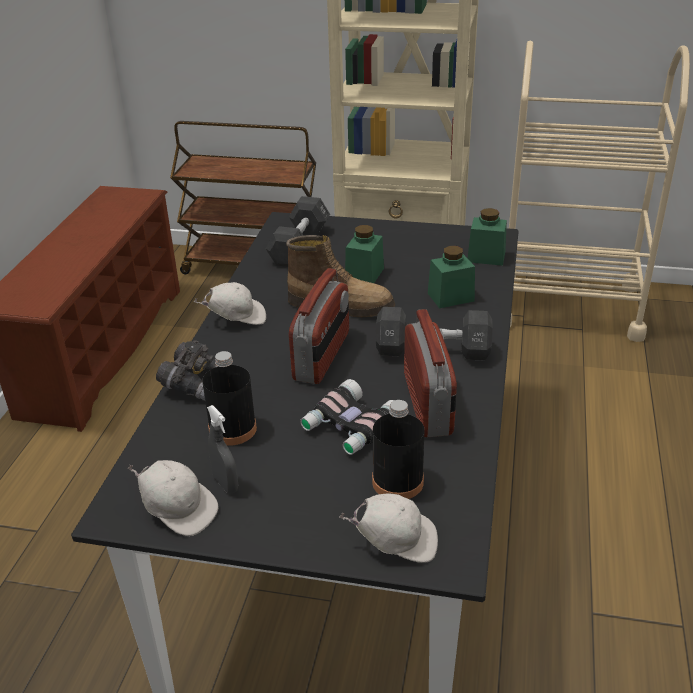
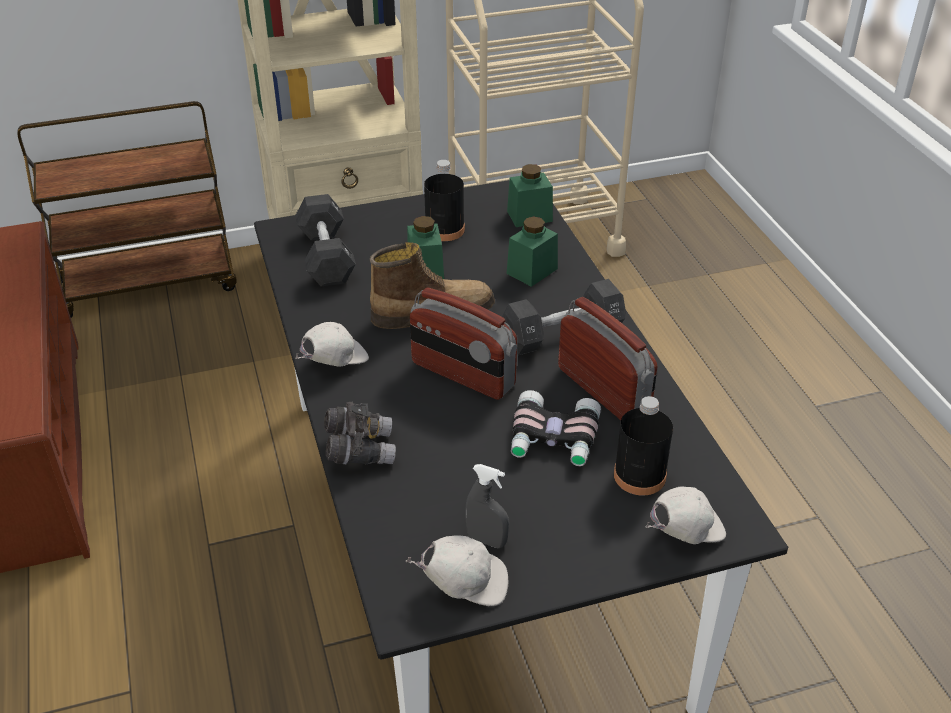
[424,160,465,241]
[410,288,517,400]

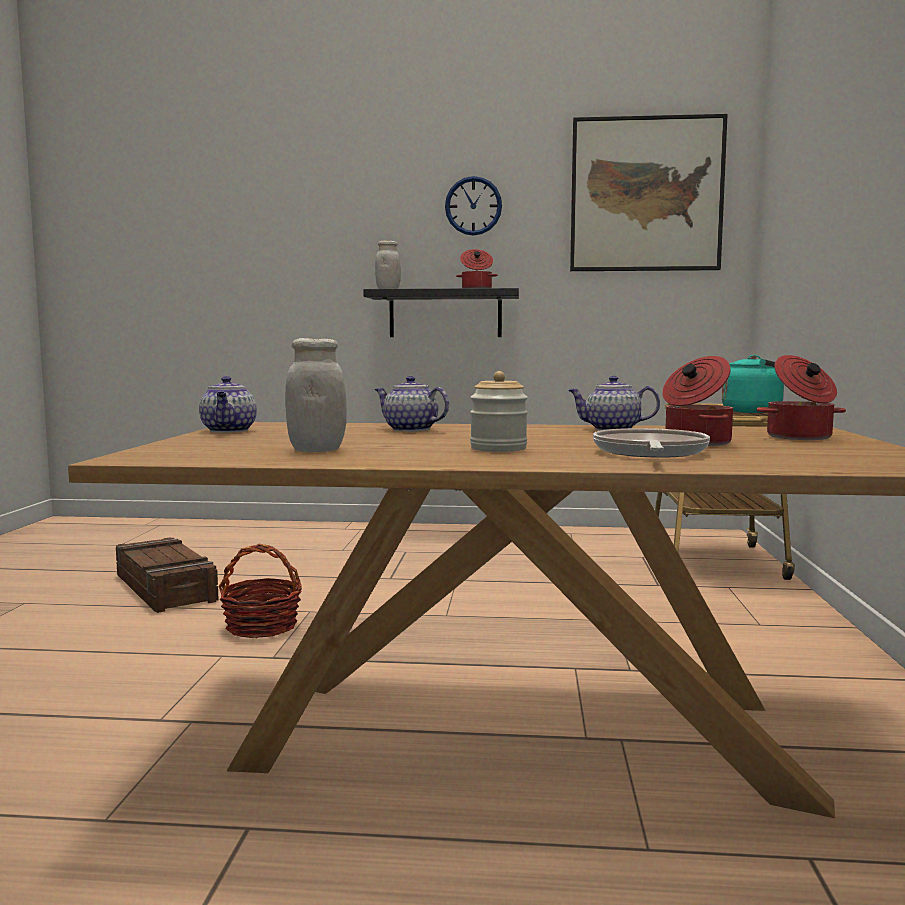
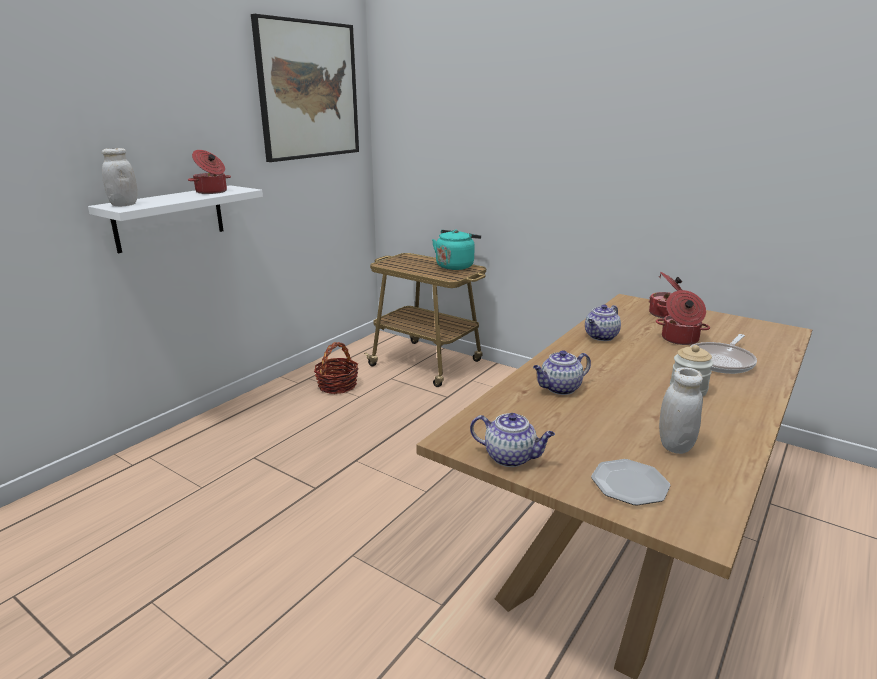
[116,537,219,613] (first image)
[314,342,359,394]
[88,185,263,253]
[445,176,502,236] (first image)
[690,334,757,374]
[591,459,671,505]

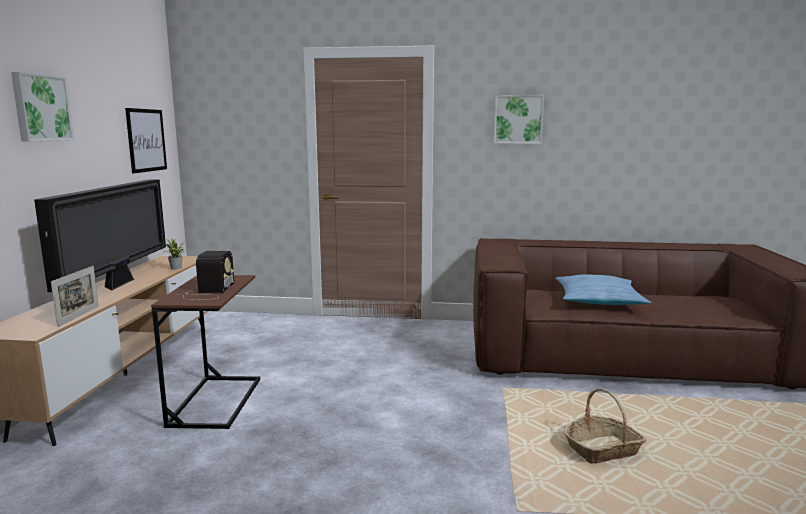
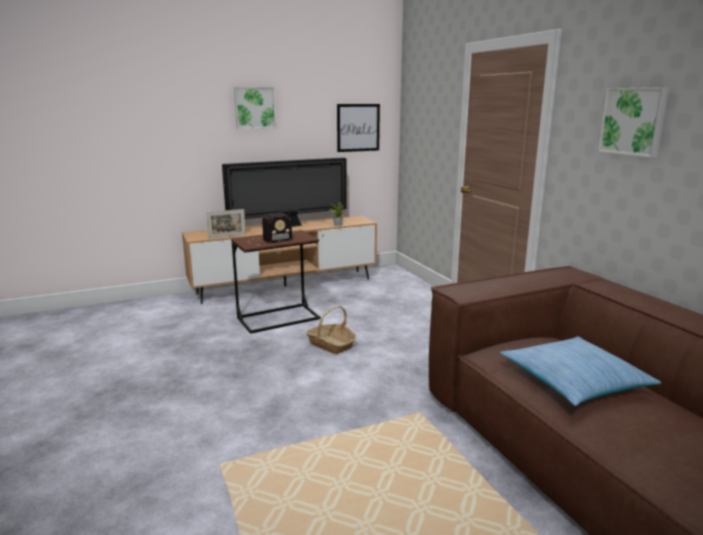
[306,306,356,354]

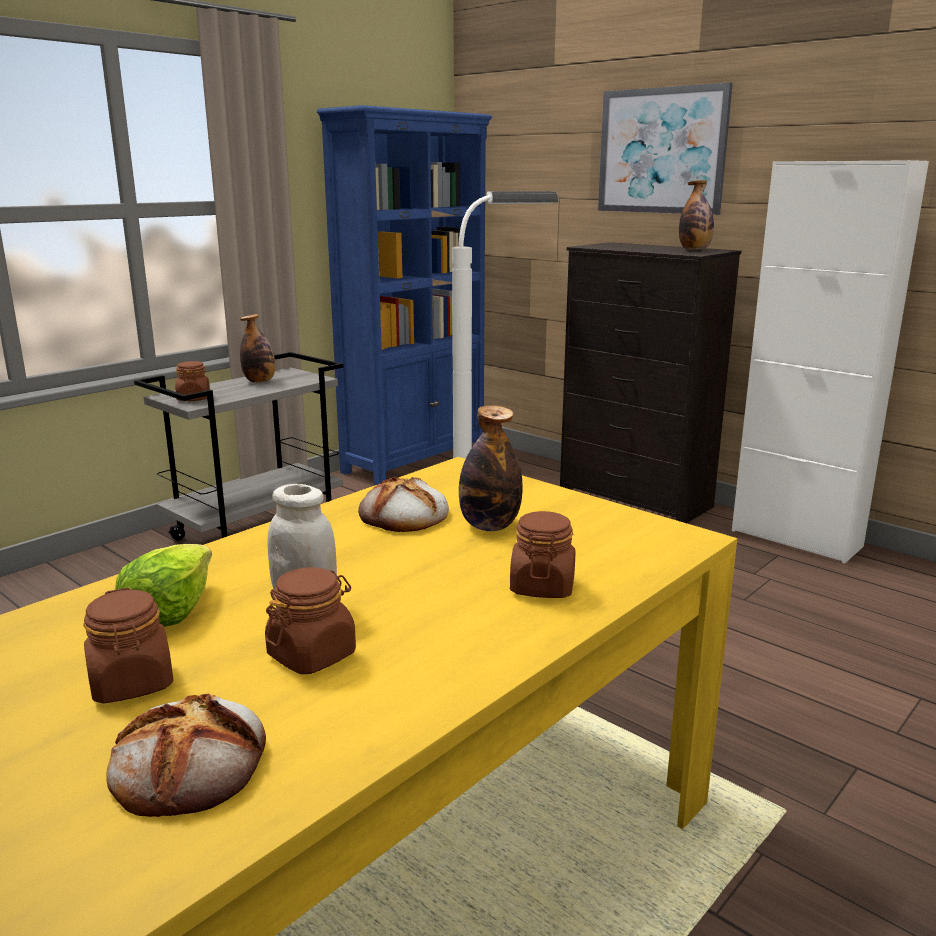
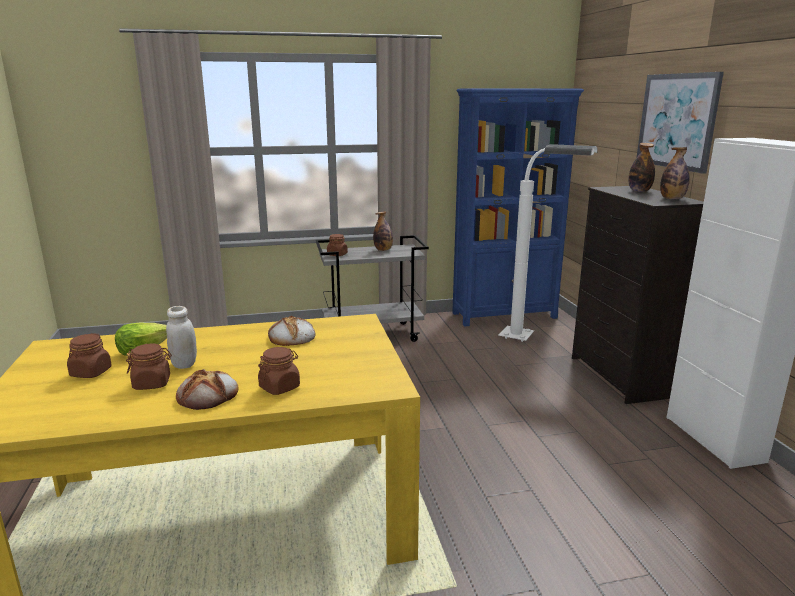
[176,369,238,410]
[629,143,655,192]

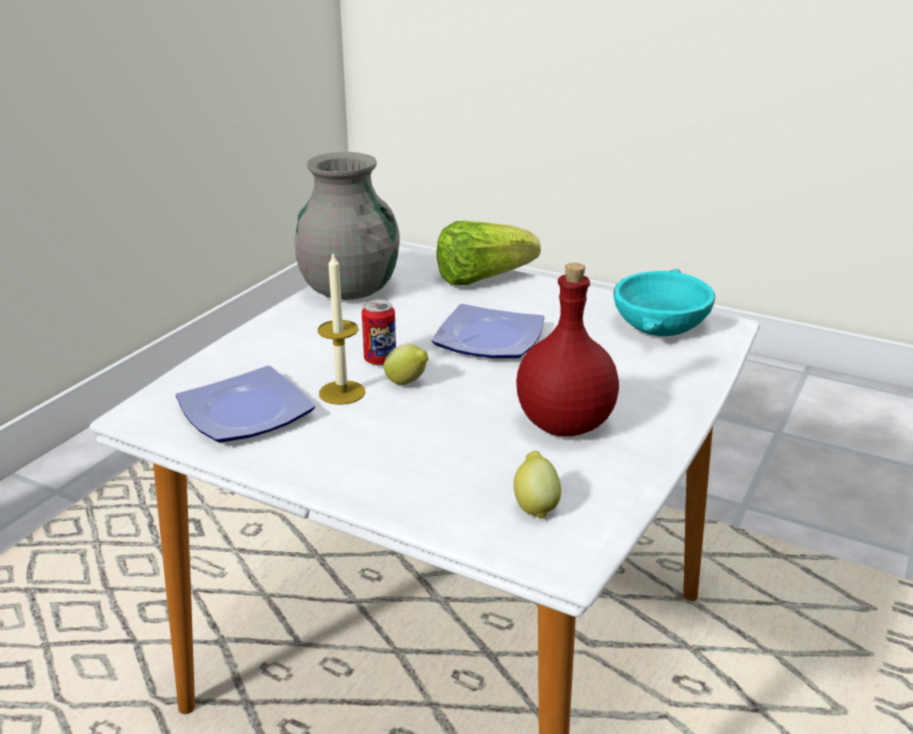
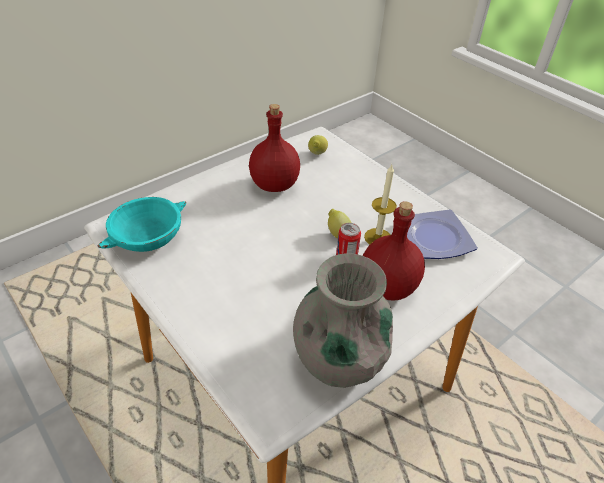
[432,304,544,358] (first image)
[436,221,541,285] (first image)
[363,201,425,301]

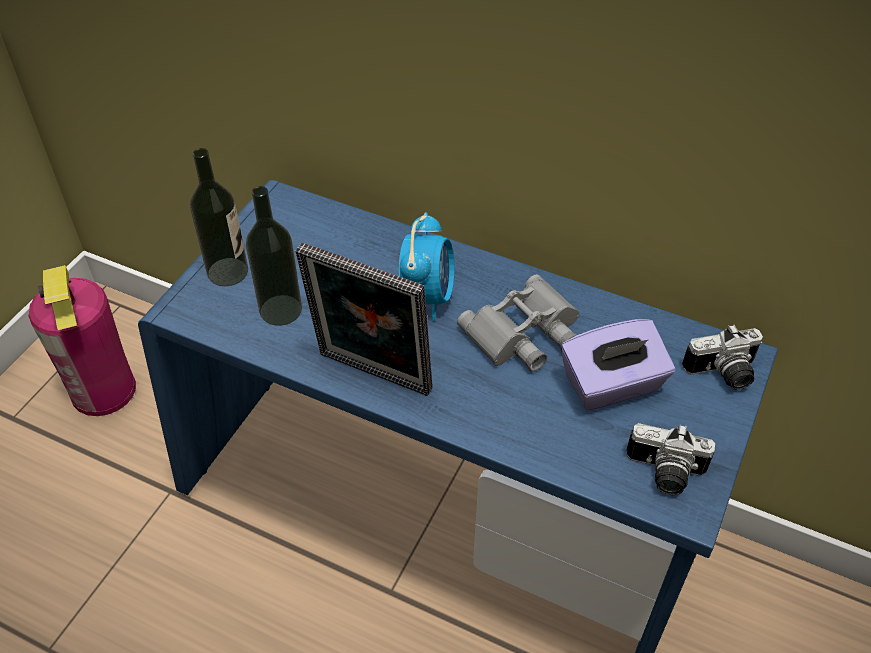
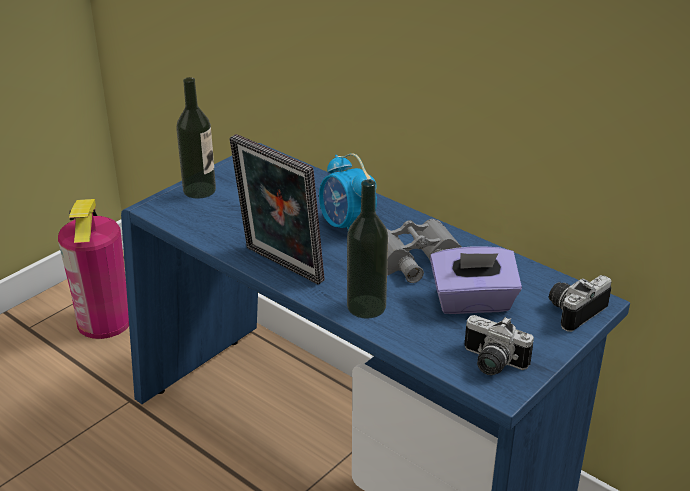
[347,179,388,319]
[319,153,377,230]
[549,275,612,332]

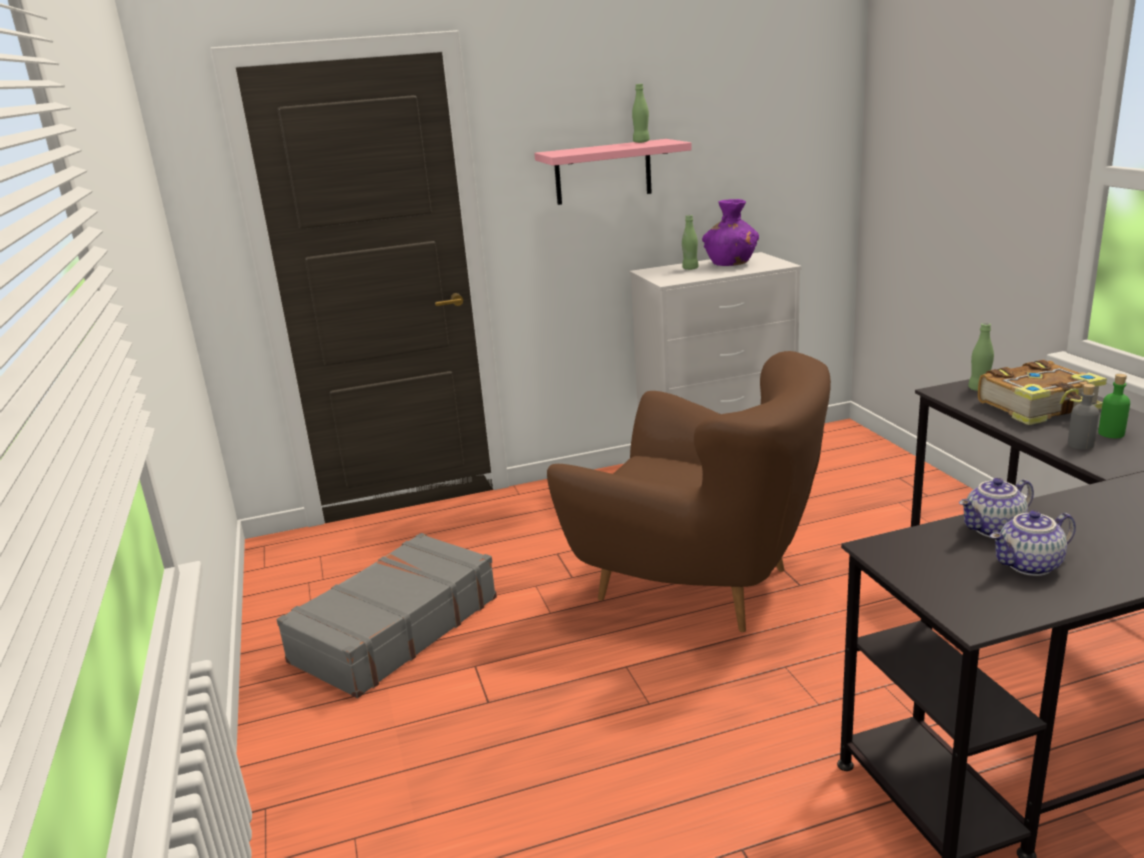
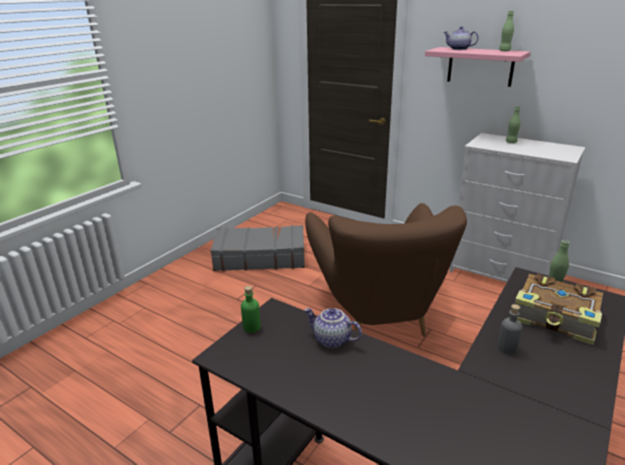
[702,199,759,266] (first image)
[444,27,479,50]
[241,286,261,333]

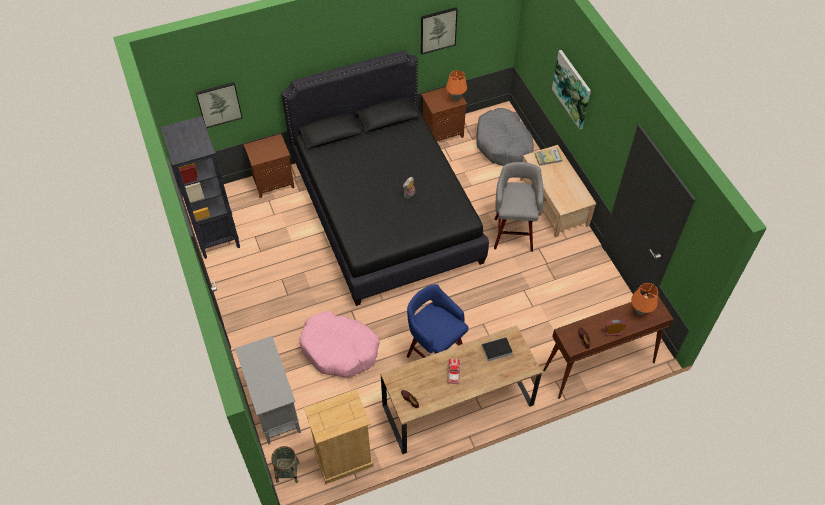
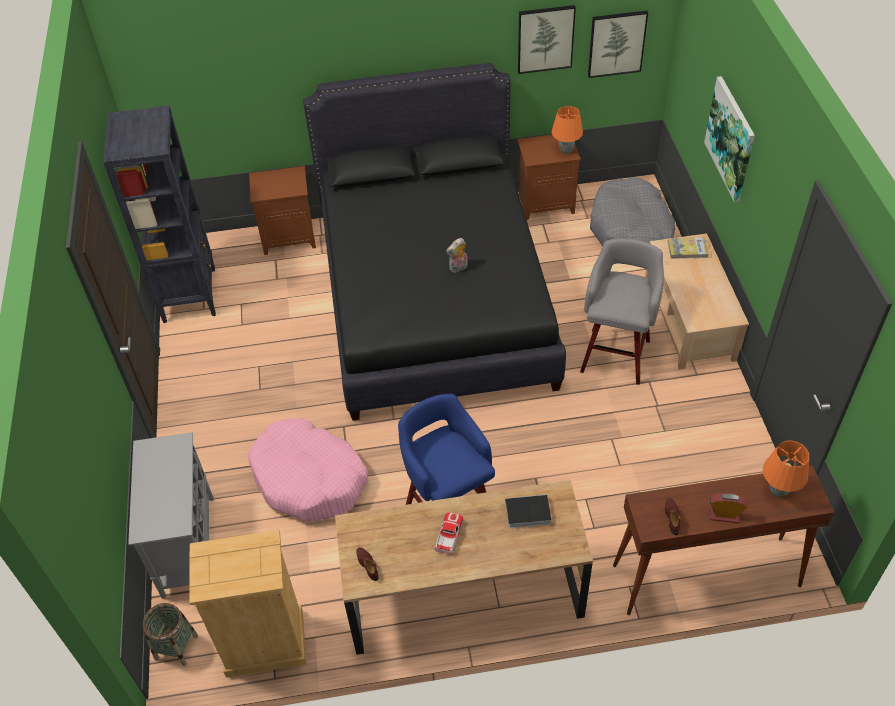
[588,11,648,78]

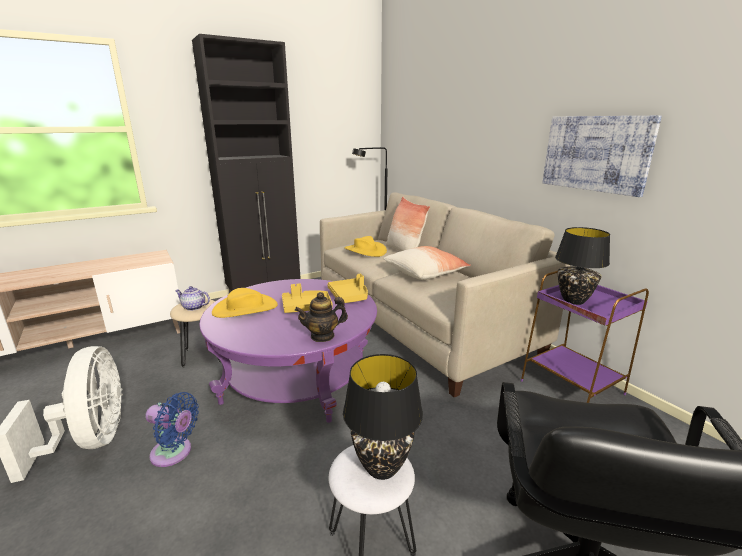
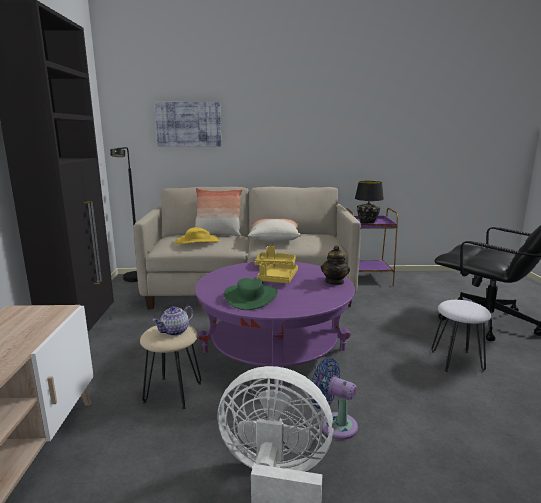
[310,358,358,440]
[224,278,278,310]
[343,354,423,480] (first image)
[155,102,221,147]

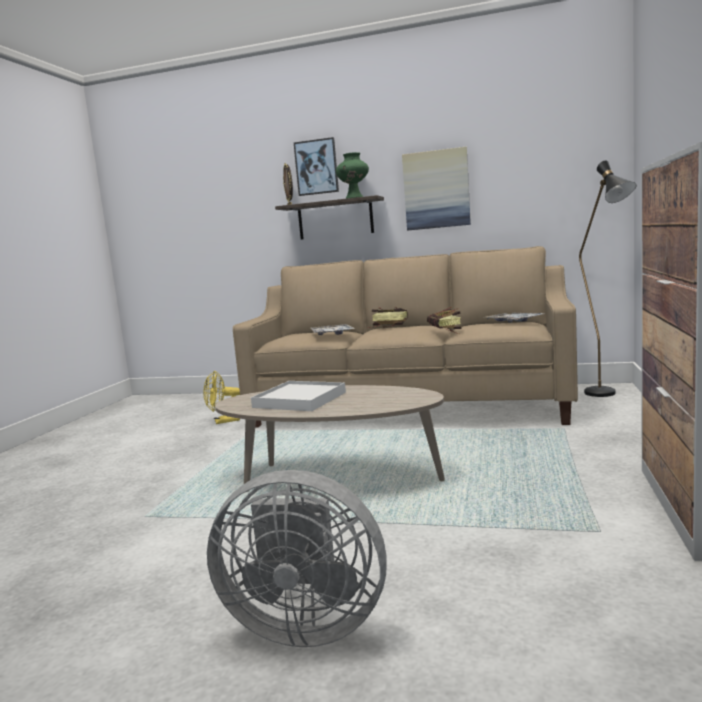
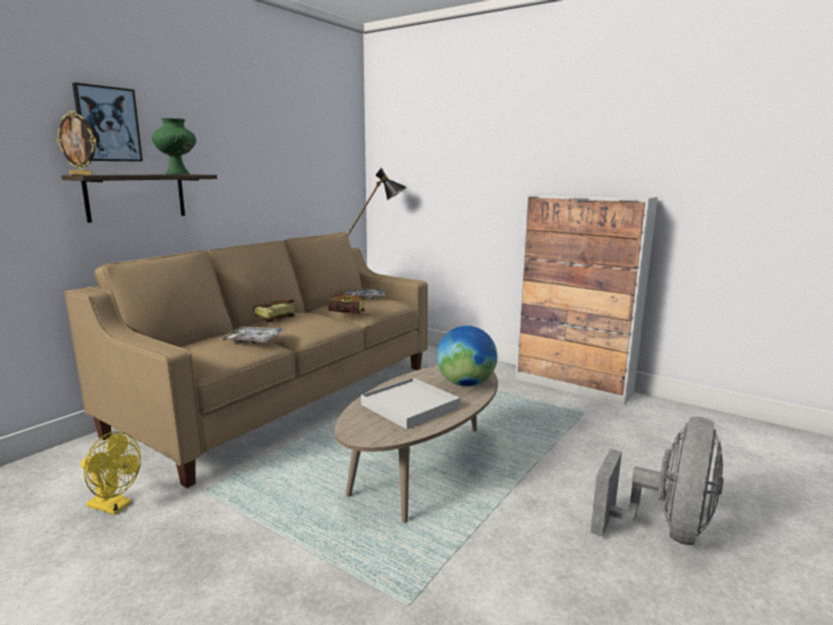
[81,431,141,515]
[402,147,471,230] (first image)
[436,326,497,387]

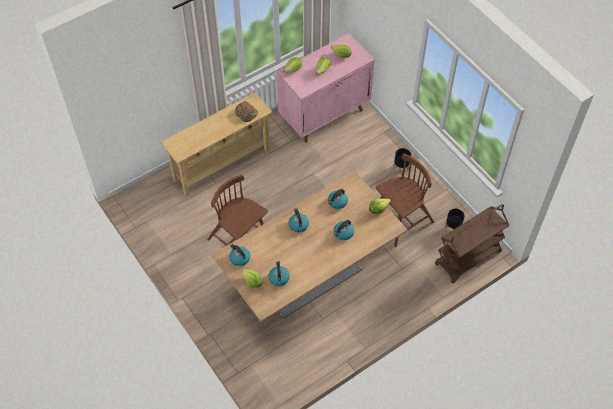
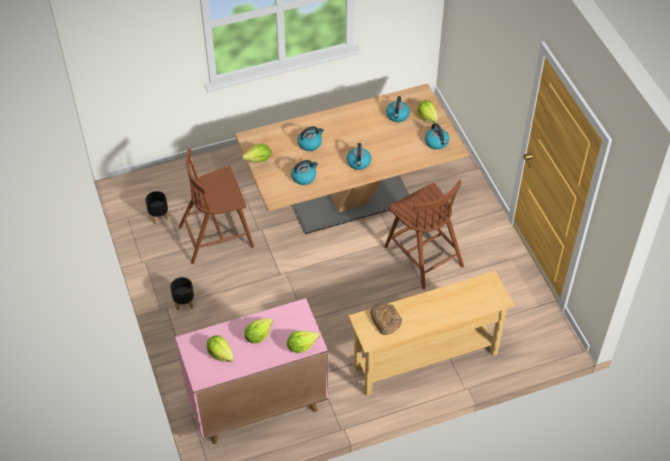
[435,204,509,283] (first image)

